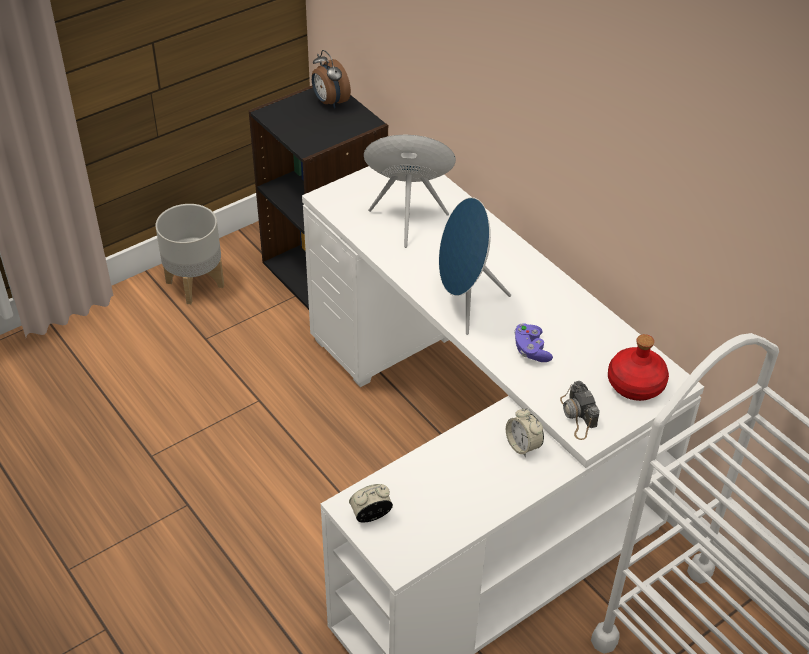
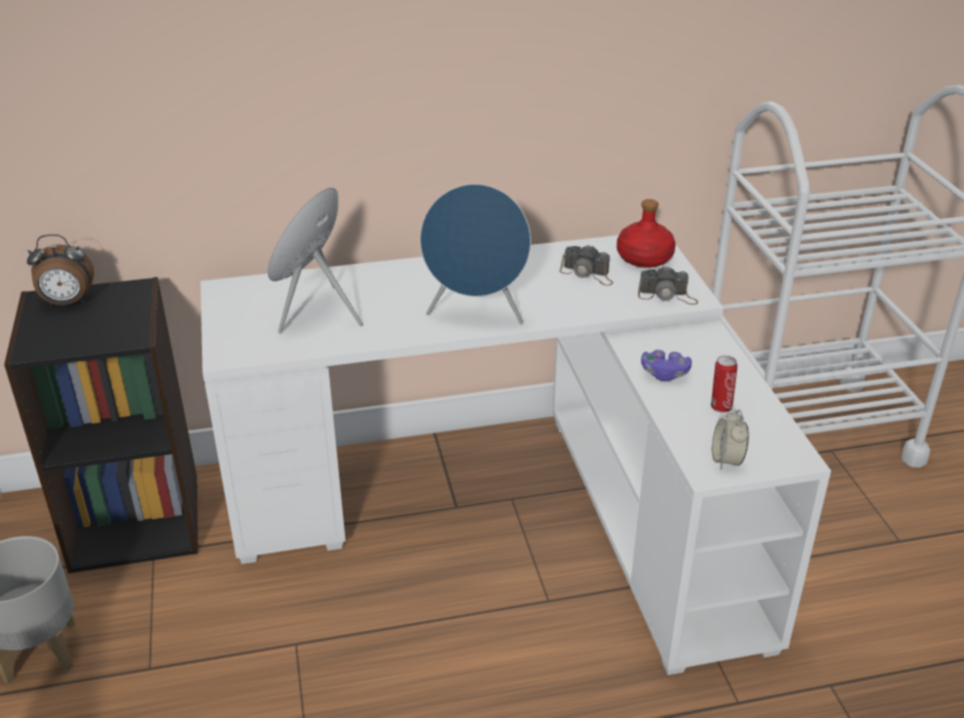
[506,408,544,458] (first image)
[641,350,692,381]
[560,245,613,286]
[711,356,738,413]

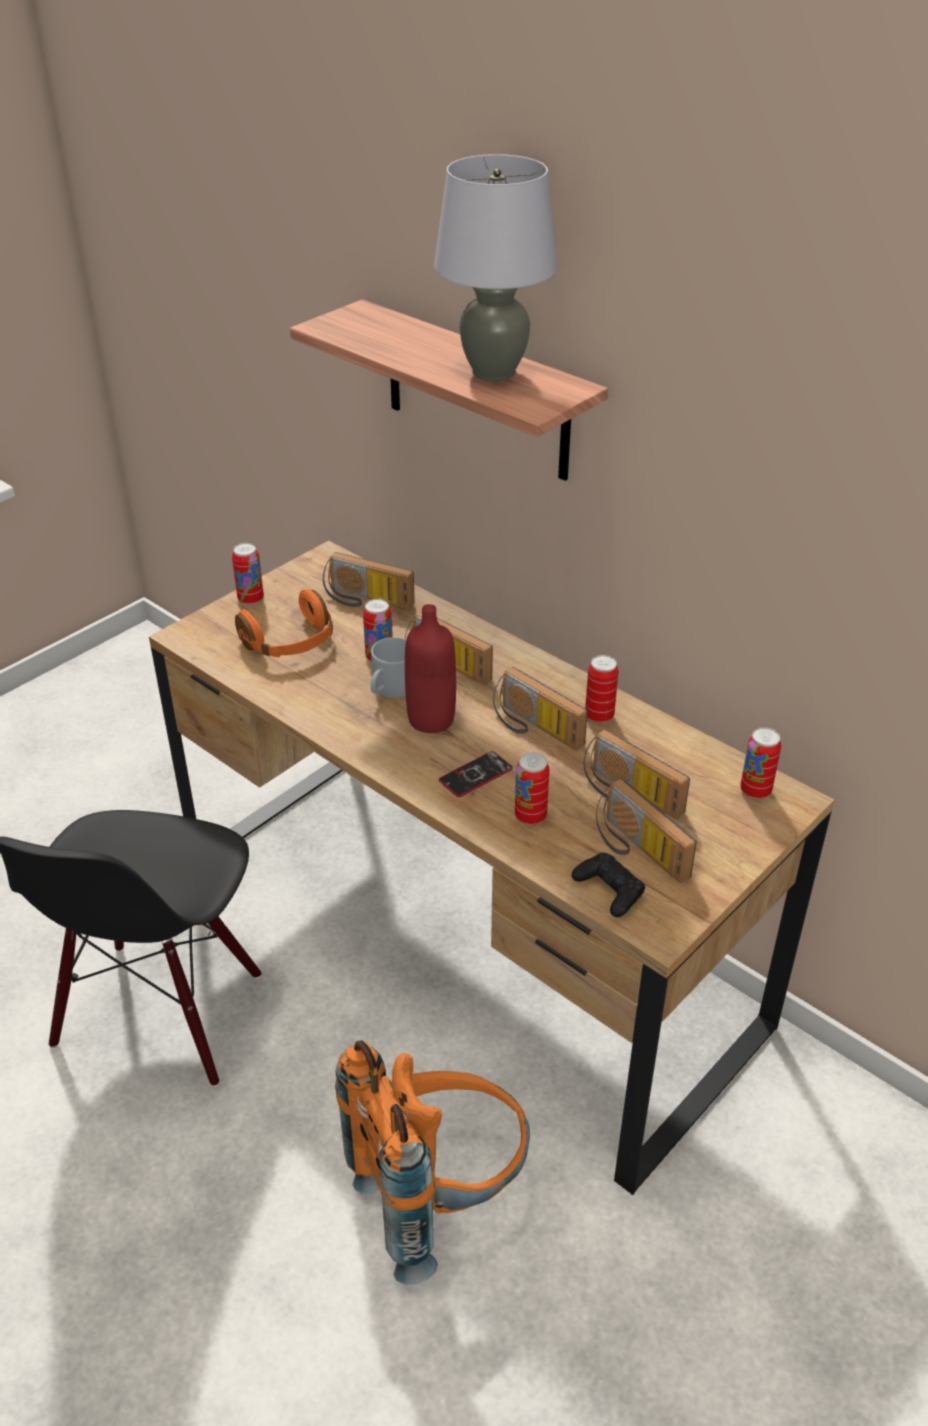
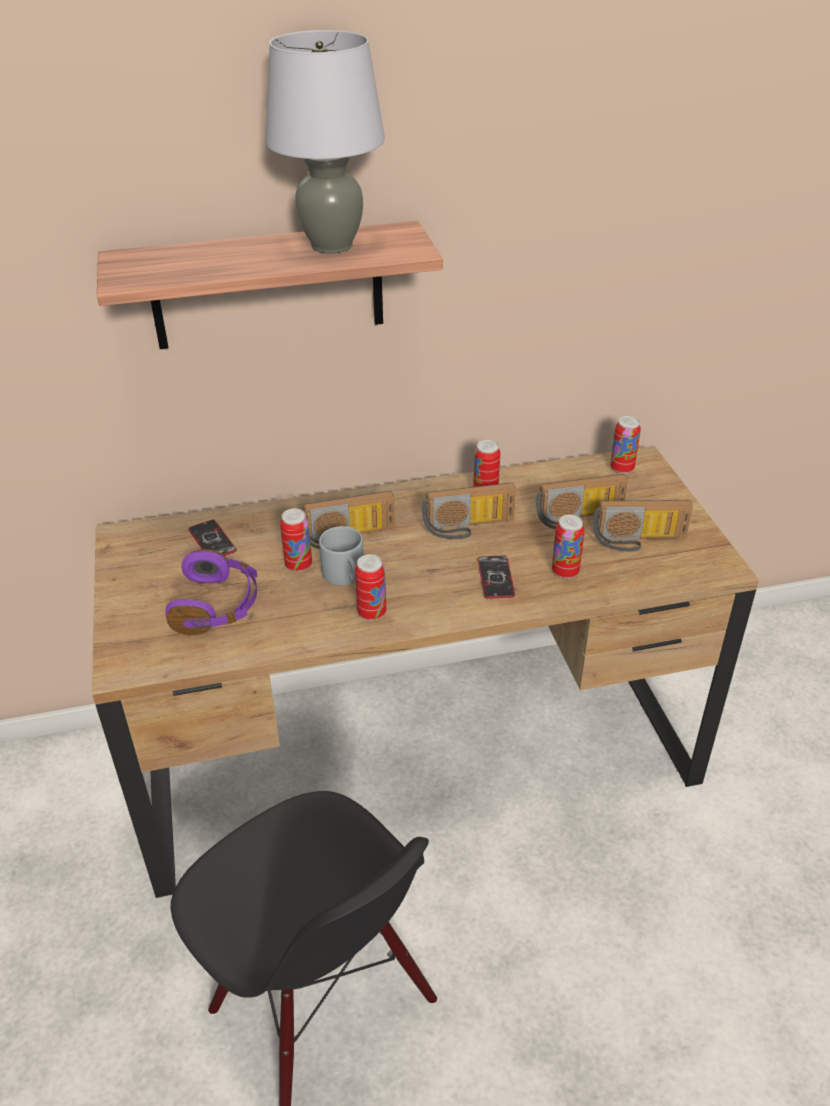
[355,554,386,621]
[165,549,257,635]
[188,520,237,556]
[335,1040,530,1285] (first image)
[405,604,456,733] (first image)
[572,853,645,917] (first image)

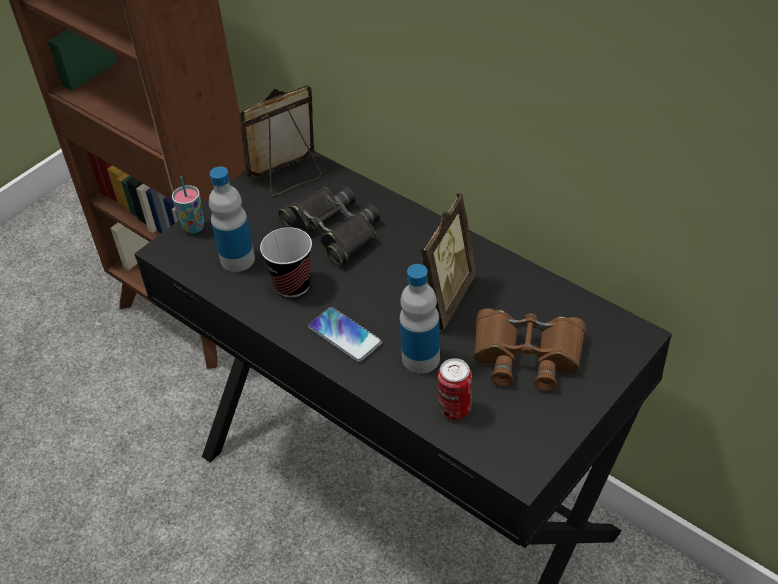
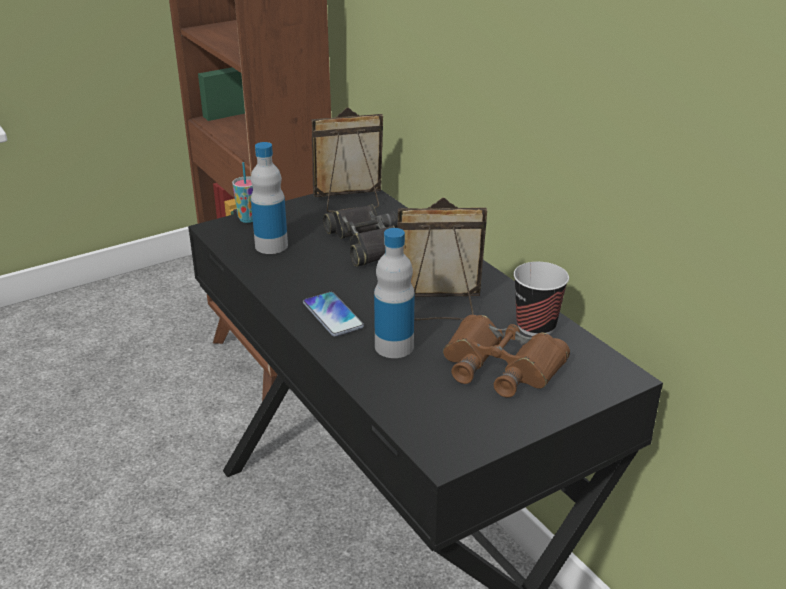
[513,262,569,336]
[397,198,487,320]
[438,358,472,420] (first image)

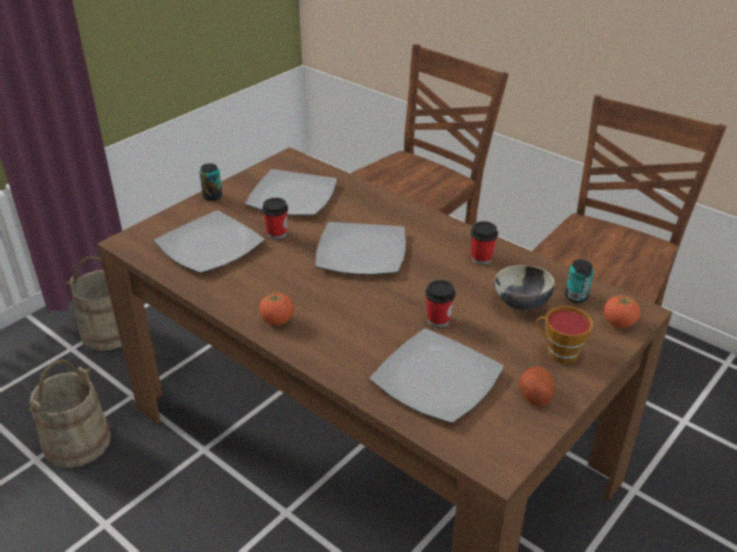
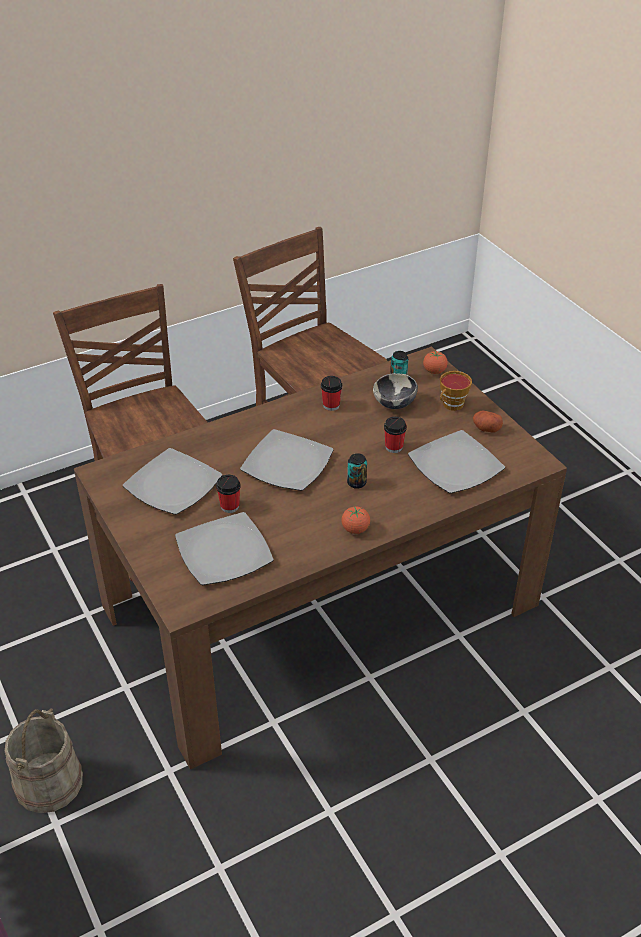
[29,360,111,468] (first image)
[347,453,367,489]

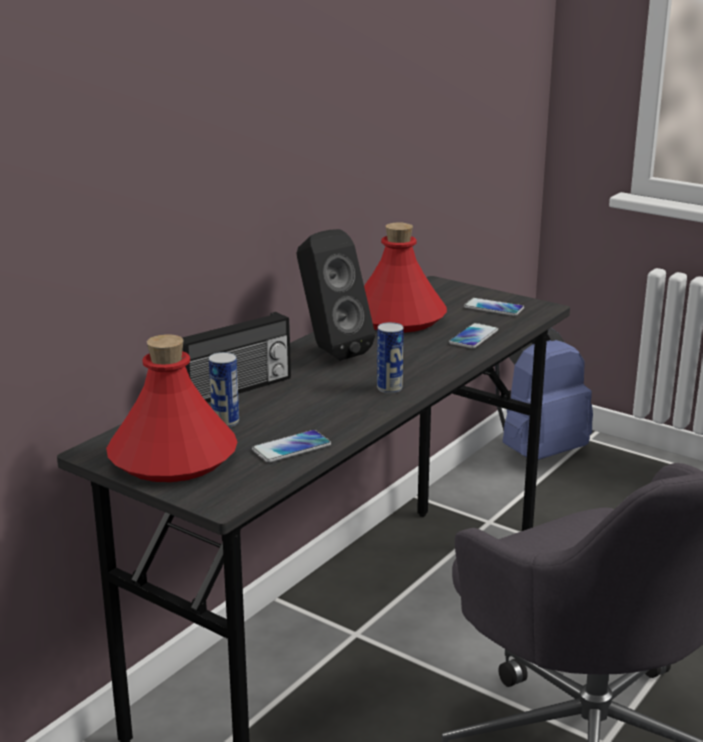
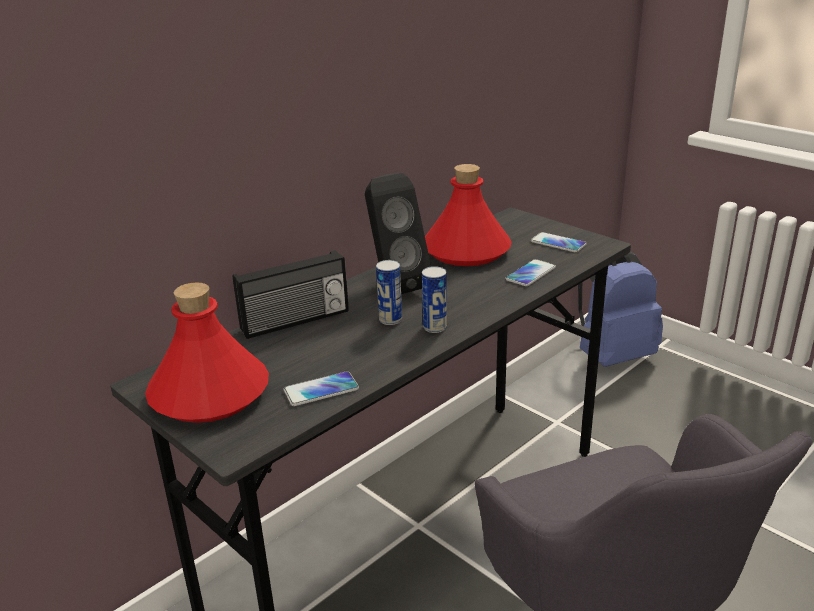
[376,260,402,325]

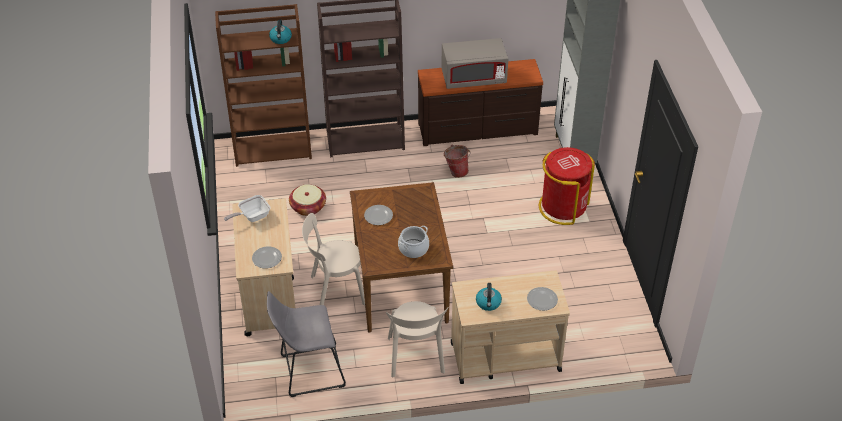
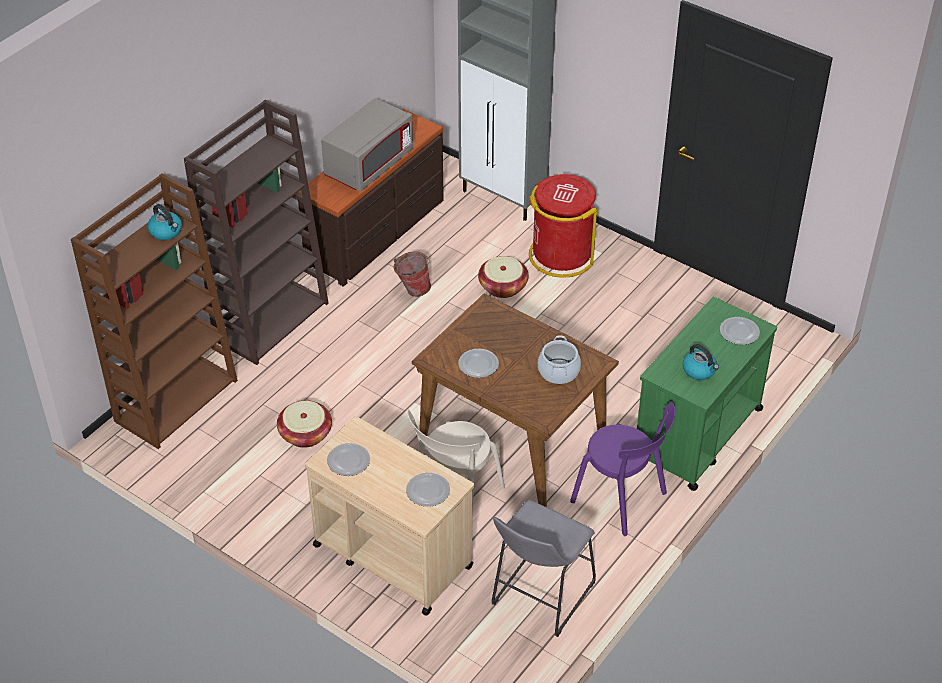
[327,443,370,476]
[570,402,675,536]
[637,297,777,491]
[478,256,529,298]

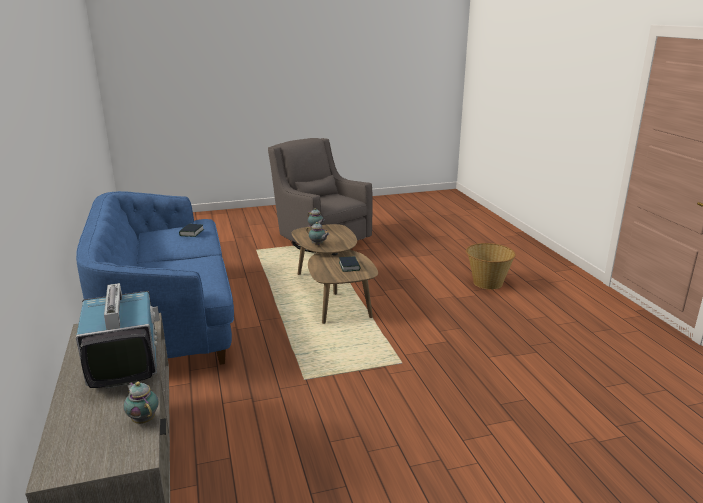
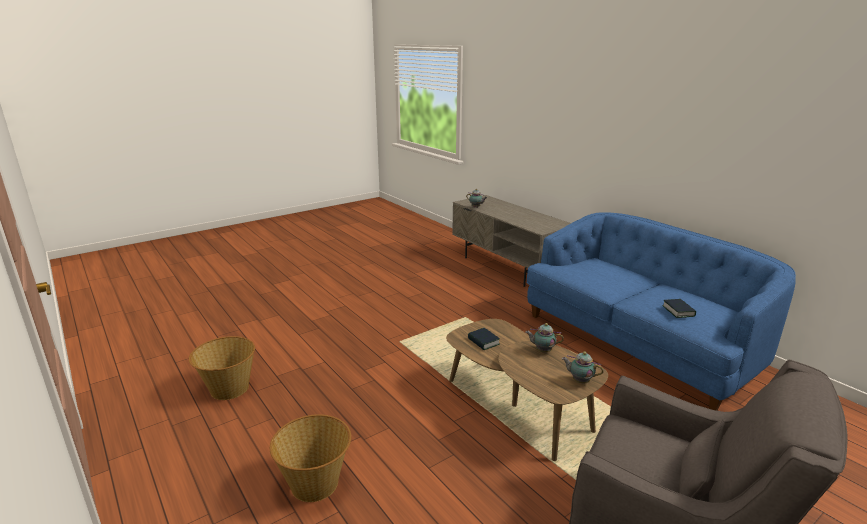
[76,283,160,389] (first image)
[189,336,255,400]

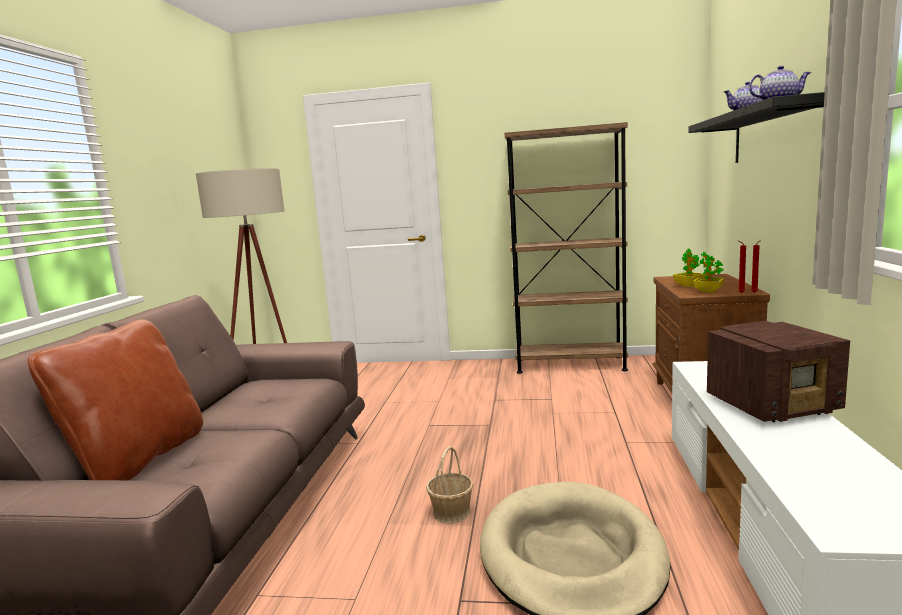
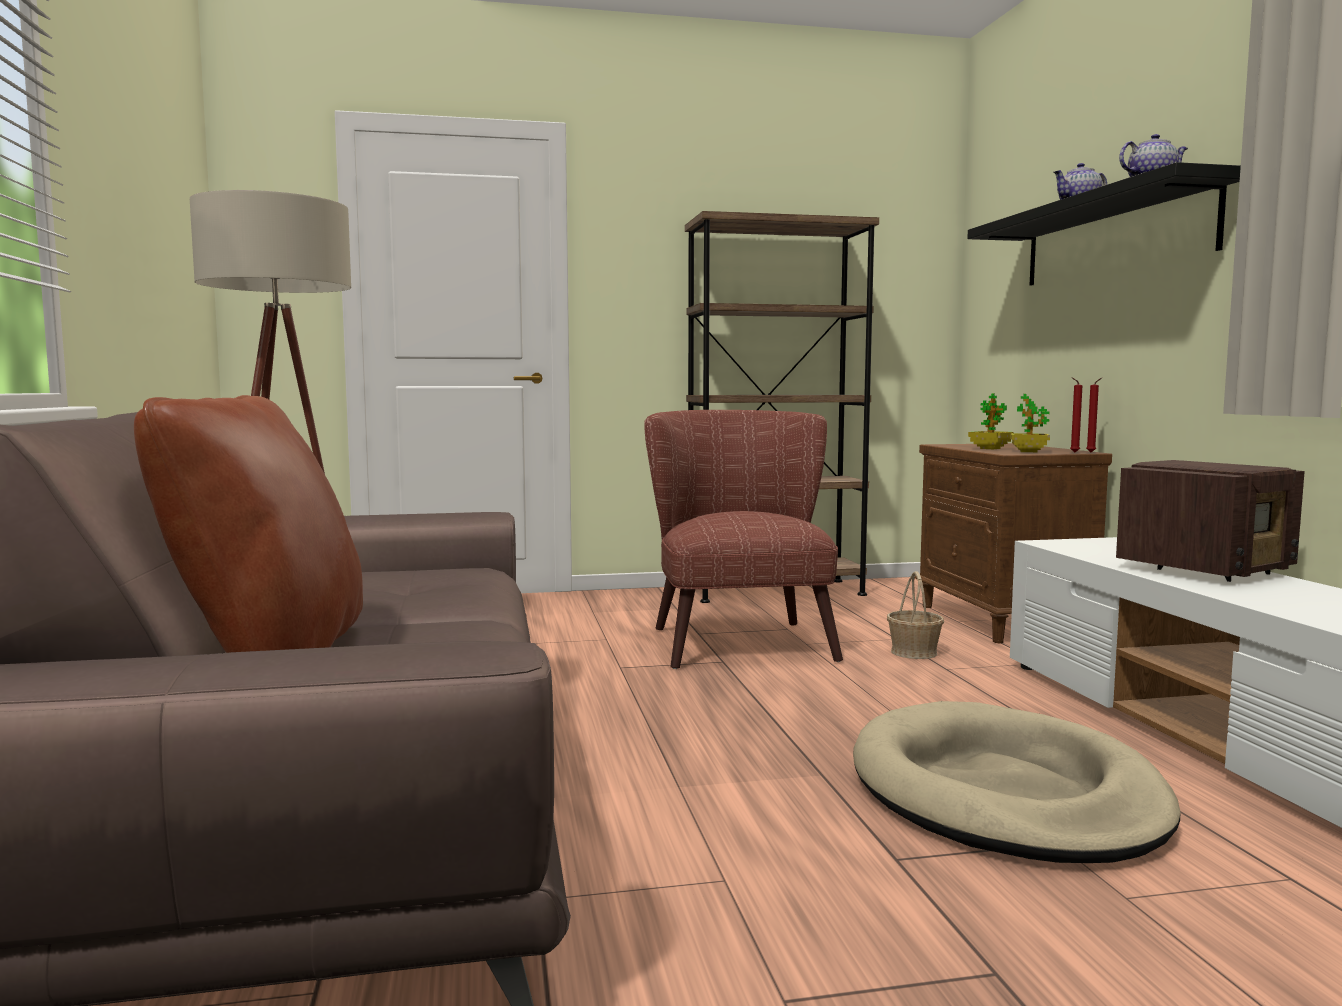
[887,571,944,659]
[644,410,843,669]

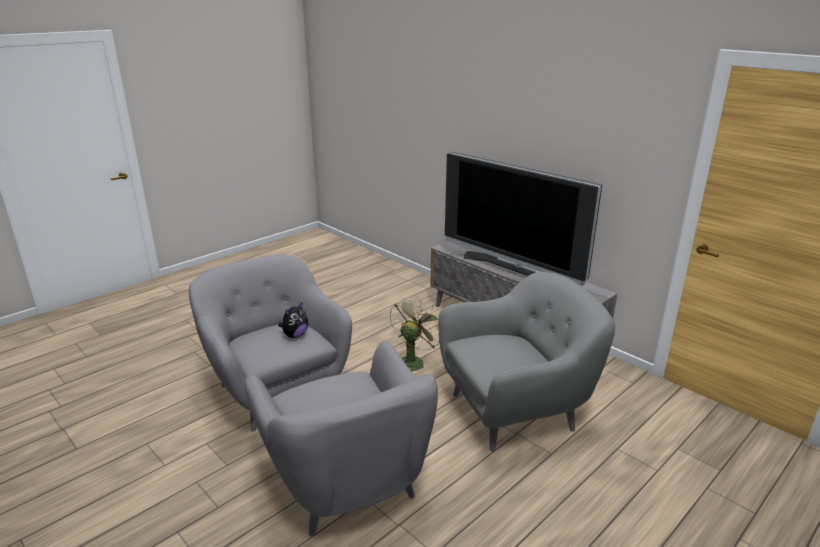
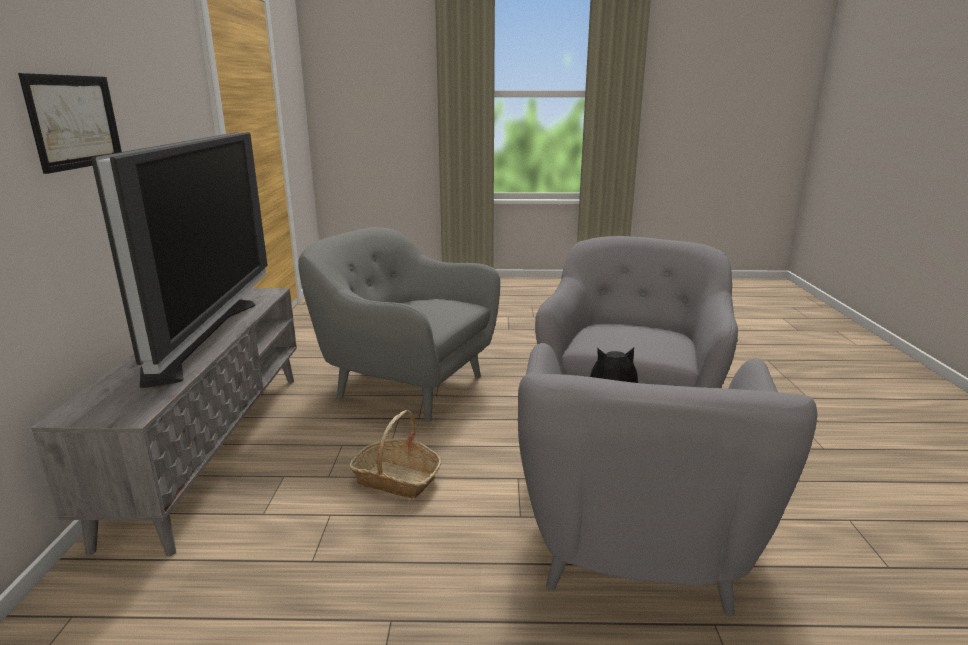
[349,410,442,498]
[18,73,122,174]

